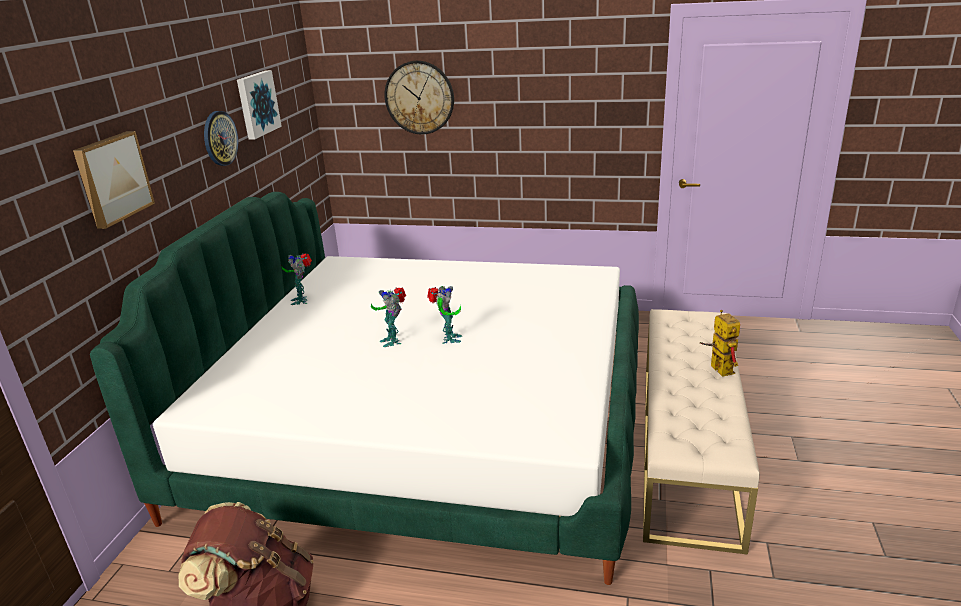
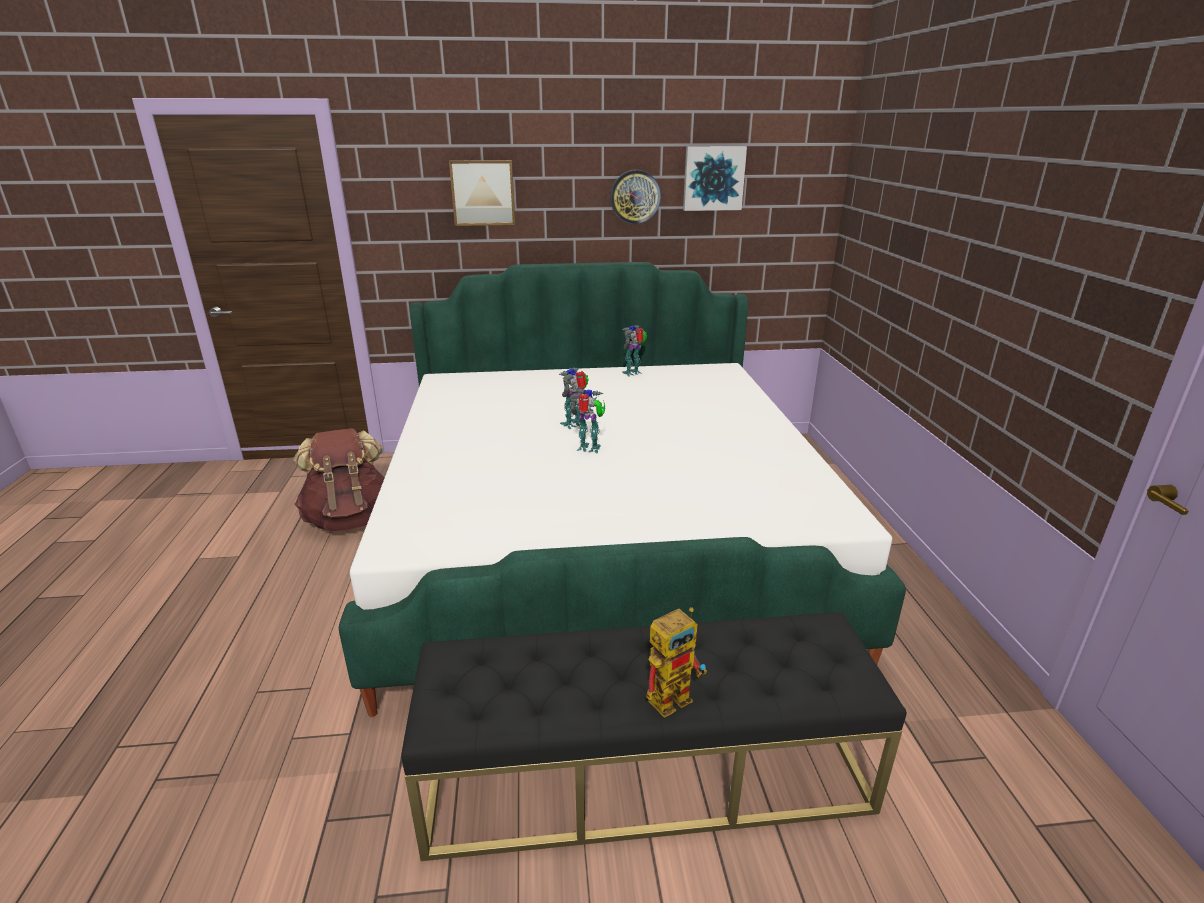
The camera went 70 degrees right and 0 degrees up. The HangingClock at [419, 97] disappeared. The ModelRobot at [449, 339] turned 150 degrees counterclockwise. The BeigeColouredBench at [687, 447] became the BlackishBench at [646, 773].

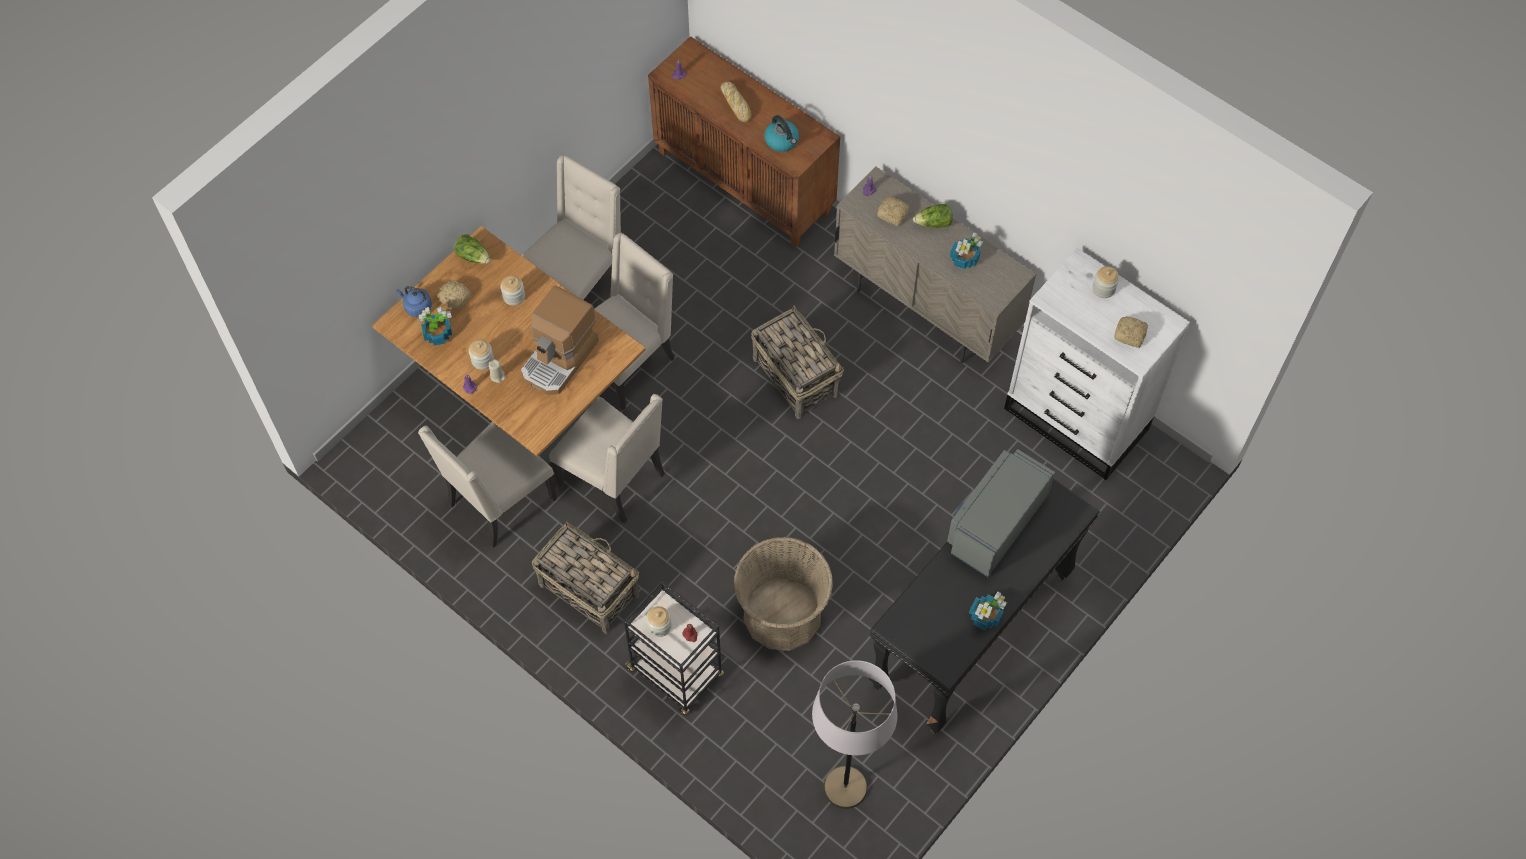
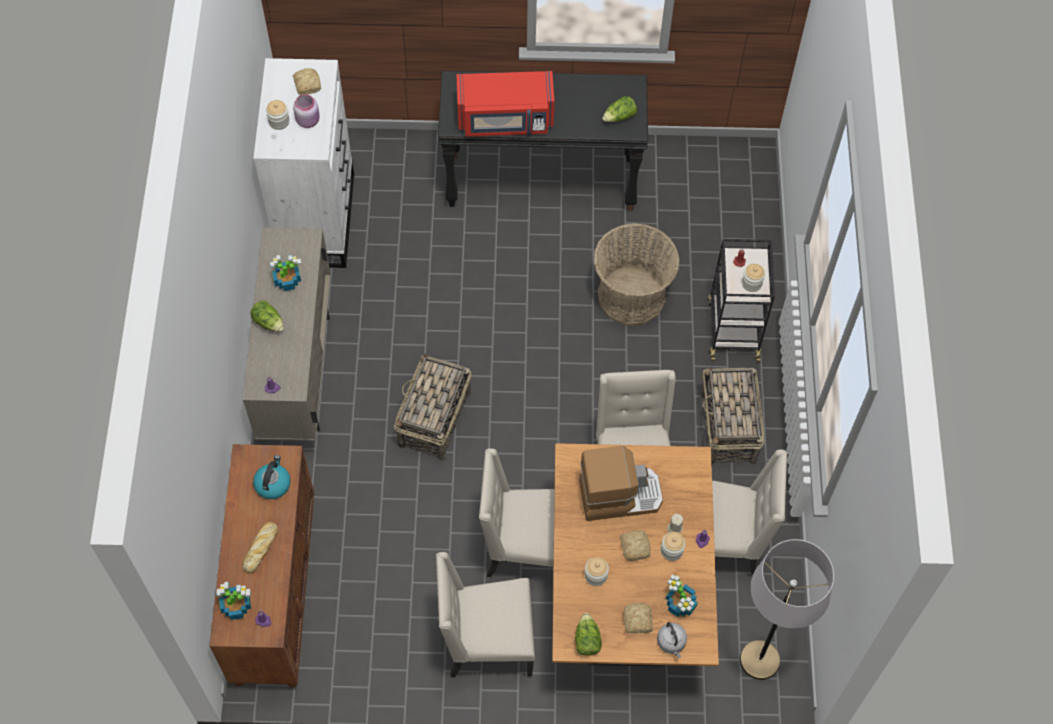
The camera went 130 degrees left and 0 degrees up. The BlueColouredTeaKettle at [417, 307] became the GrayTeaKettle at [671, 643]. The GrayStandardLamp moved from [845, 788] to [759, 660]. The BakeryBread moved from [893, 215] to [635, 546]. The GrayMicrowave at [995, 523] became the ReddishMicrowave at [505, 119]. The PottedPlant moved from [985, 616] to [236, 606]. The PinkJar at [308, 120] appeared. The HeadOfLettuce at [619, 117] appeared.

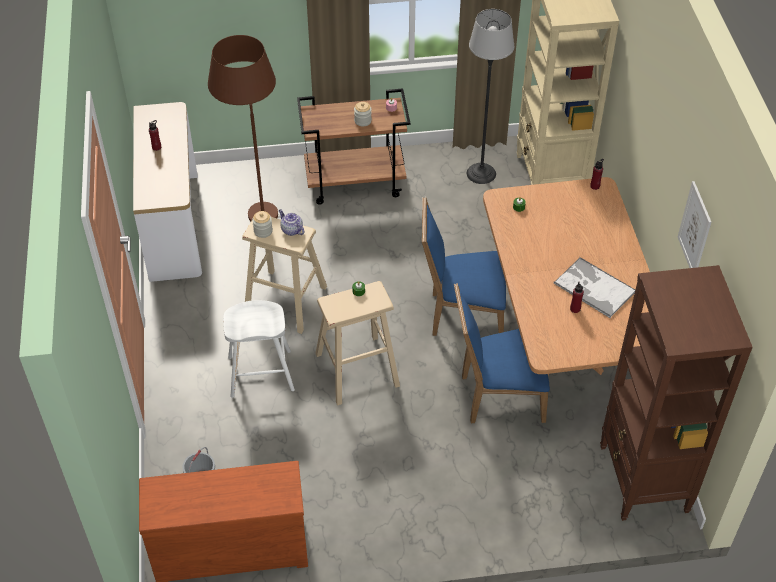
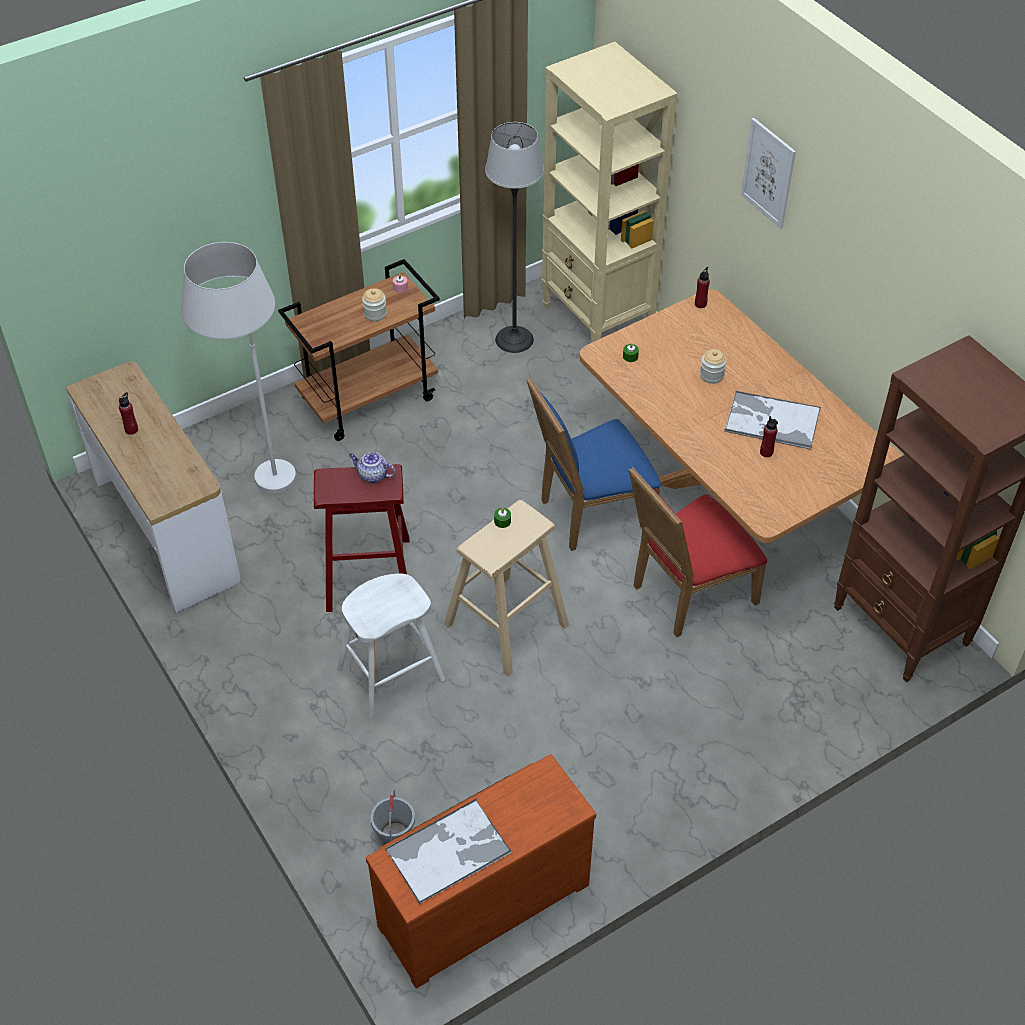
The camera went 25 degrees left and 0 degrees up. The BrownStandardLamp at [256, 204] became the WhitishStandardLamp at [258, 467]. The BeigeColouredStoolSeat at [285, 301] became the ReddishStoolSeat at [368, 574]. The Jar moved from [263, 231] to [711, 375]. The BlueColouredUprightChair at [497, 396] became the ReddishUprightChair at [687, 594]. The WallPicture moved from [695, 229] to [768, 173]. The CarryingTray at [449, 851] appeared.

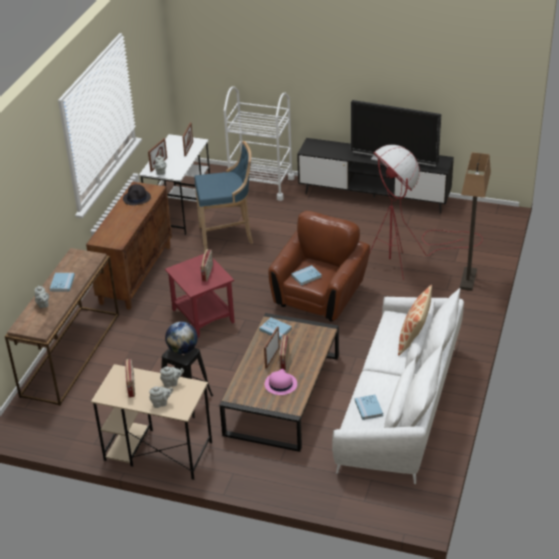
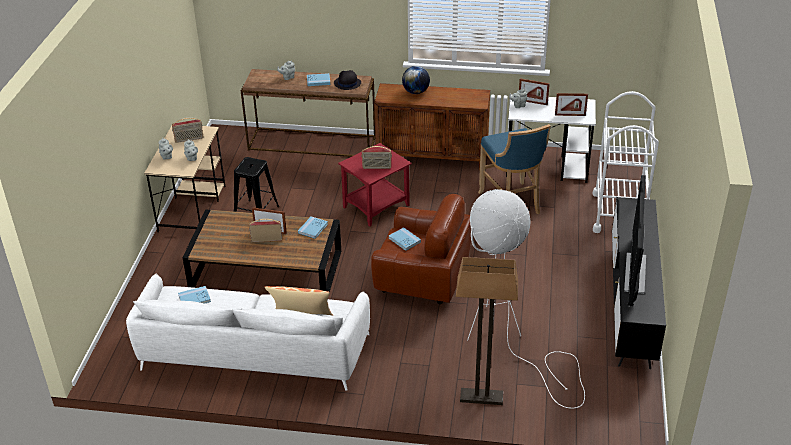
The camera went 80 degrees right and 0 degrees up. The BlackishWearableHat moved from [137, 198] to [347, 83]. The Globe moved from [182, 350] to [416, 92]. The PinkWearableHat at [280, 384] disappeared. The ReddishStandardLamp at [407, 259] became the WhitishStandardLamp at [509, 341].

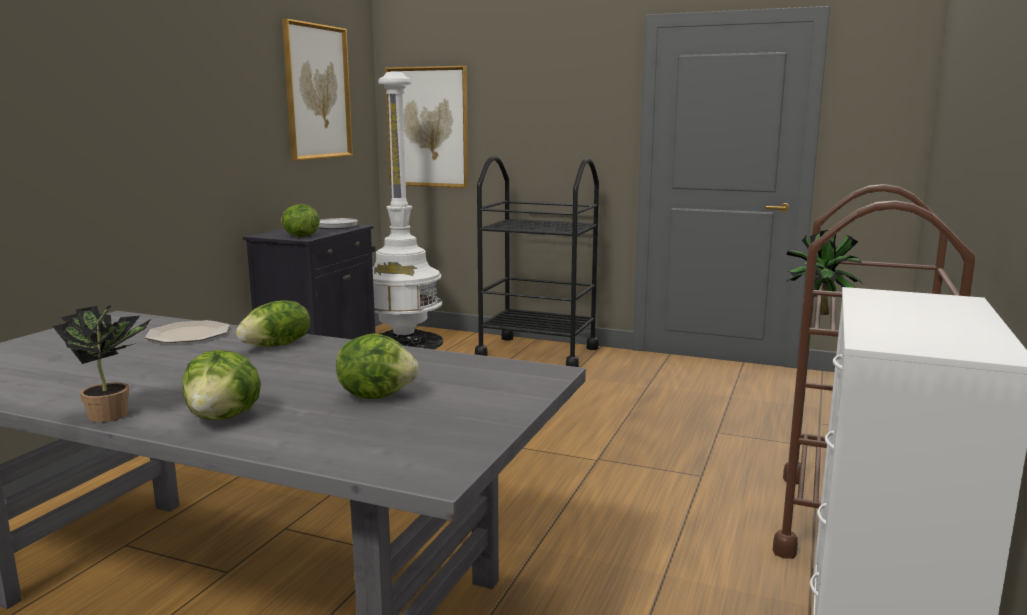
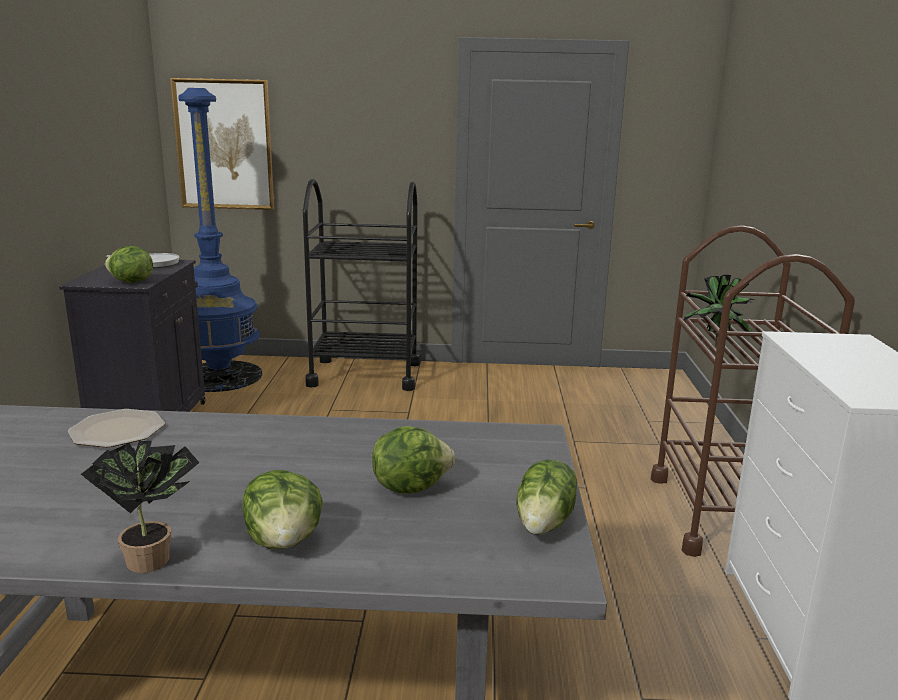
The camera went 20 degrees left and 5 degrees up. The HeadOfLettuce moved from [277, 345] to [545, 522]. The WallPicture at [317, 92] disappeared. The WhitishStandardLamp at [404, 342] became the BlueColouredStandardLamp at [220, 376].

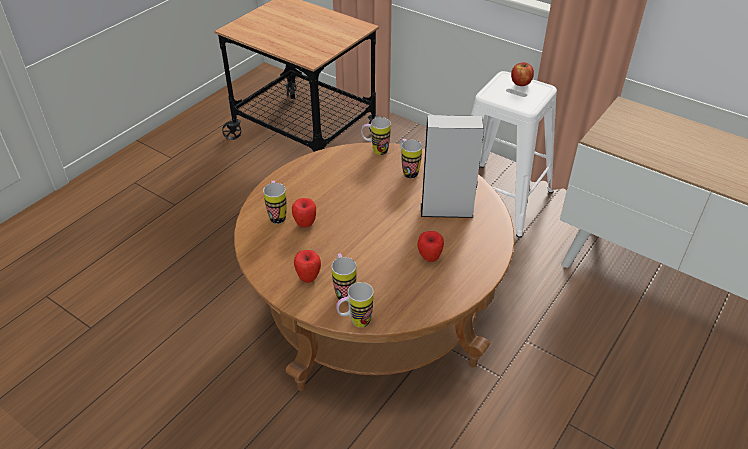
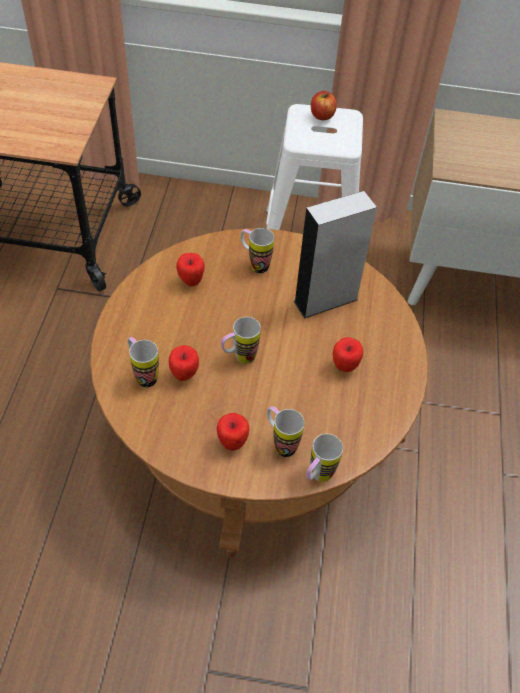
The camera went 30 degrees left and 10 degrees up. The Mug moved from [375, 150] to [239, 358]. The Apple at [191, 282] appeared.

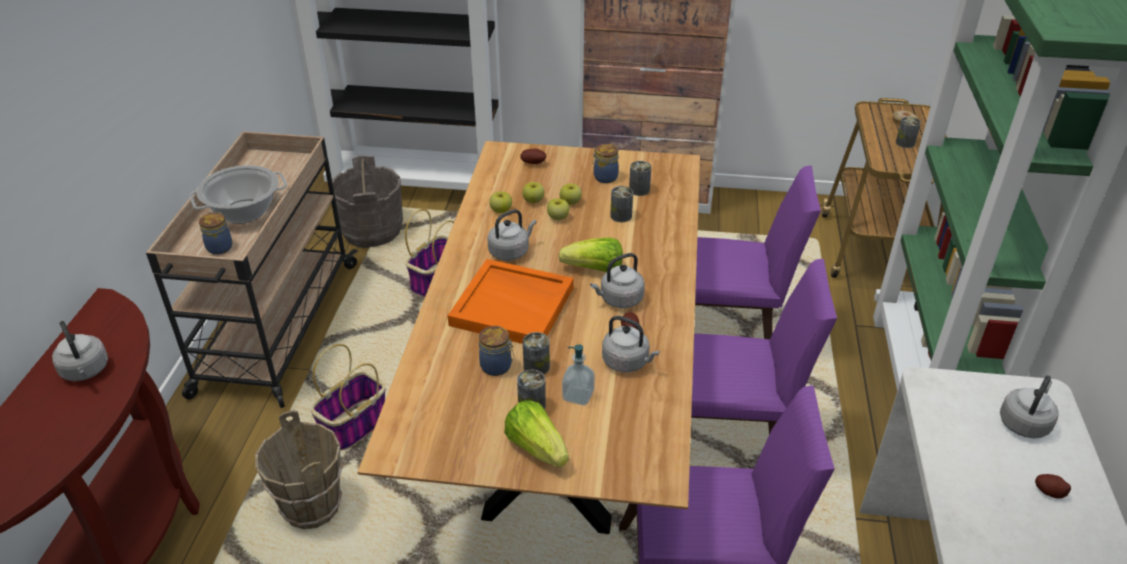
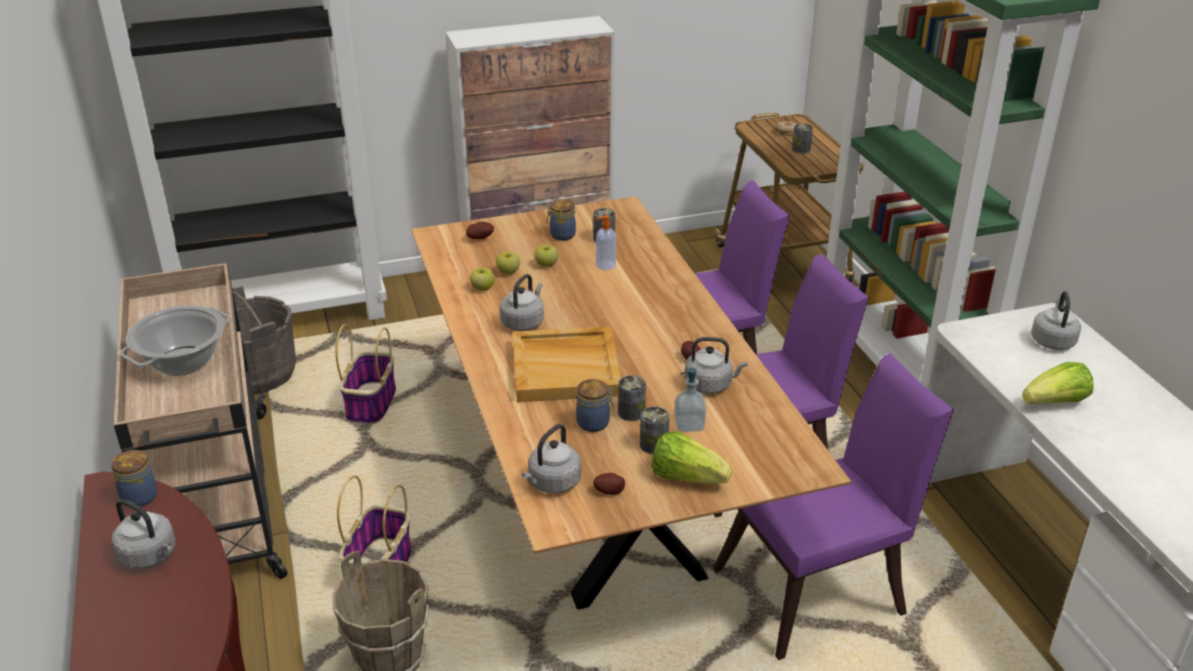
The camera went 25 degrees left and 5 degrees down. The Jar moved from [220, 247] to [139, 496]. The OrangeColouredCarryingTray at [513, 306] became the BeigeColouredCarryingTray at [566, 368]. The Apple at [558, 217] disappeared. The HeadOfLettuce moved from [595, 270] to [1055, 403]. The GrayTeaKettle moved from [619, 300] to [552, 483]. The SealedCan at [621, 216] was replaced by the SoapDispenser at [605, 265]. The Potato moved from [1048, 492] to [608, 491].

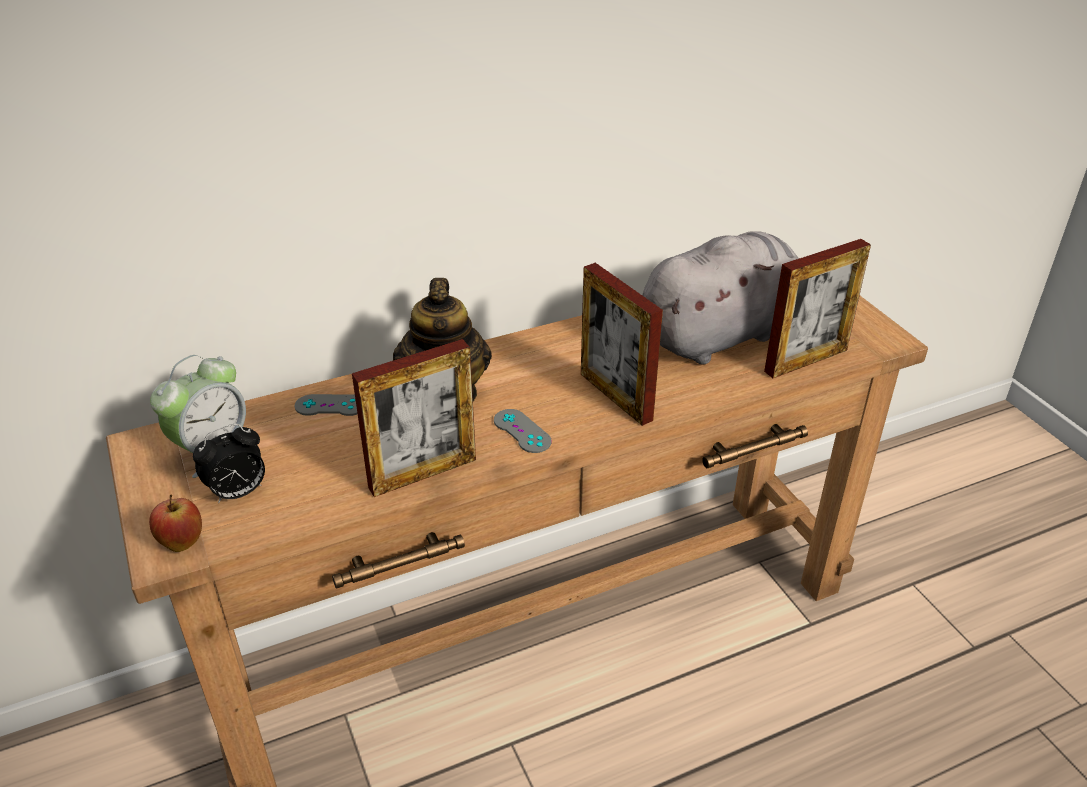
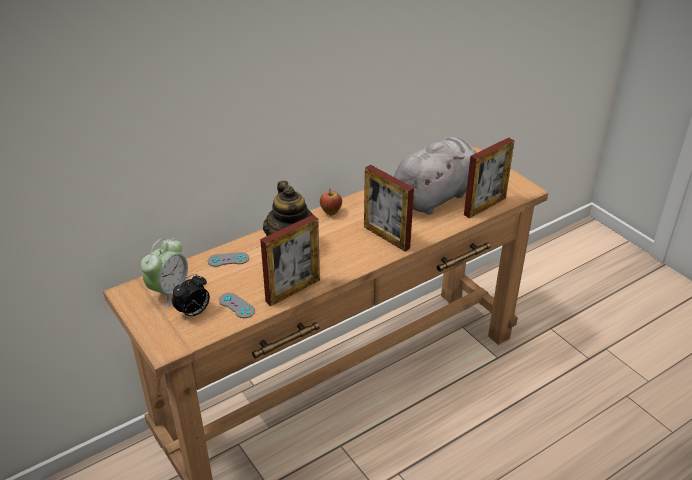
The camera went 10 degrees left and 0 degrees up. The Apple moved from [182, 543] to [330, 212]. The GrayGamepad moved from [522, 431] to [236, 305].

